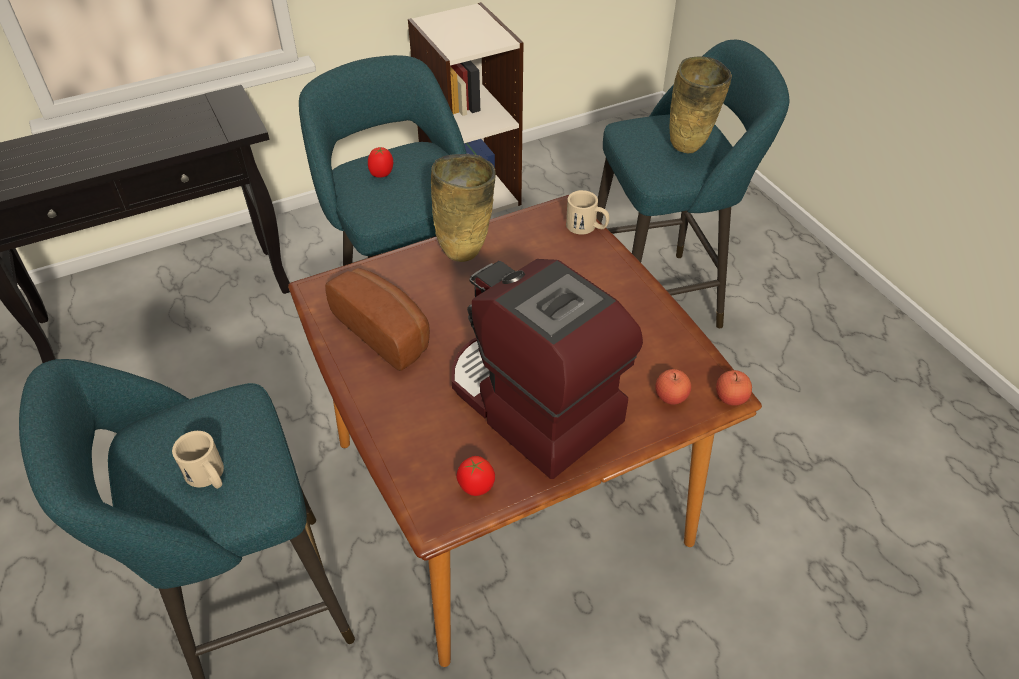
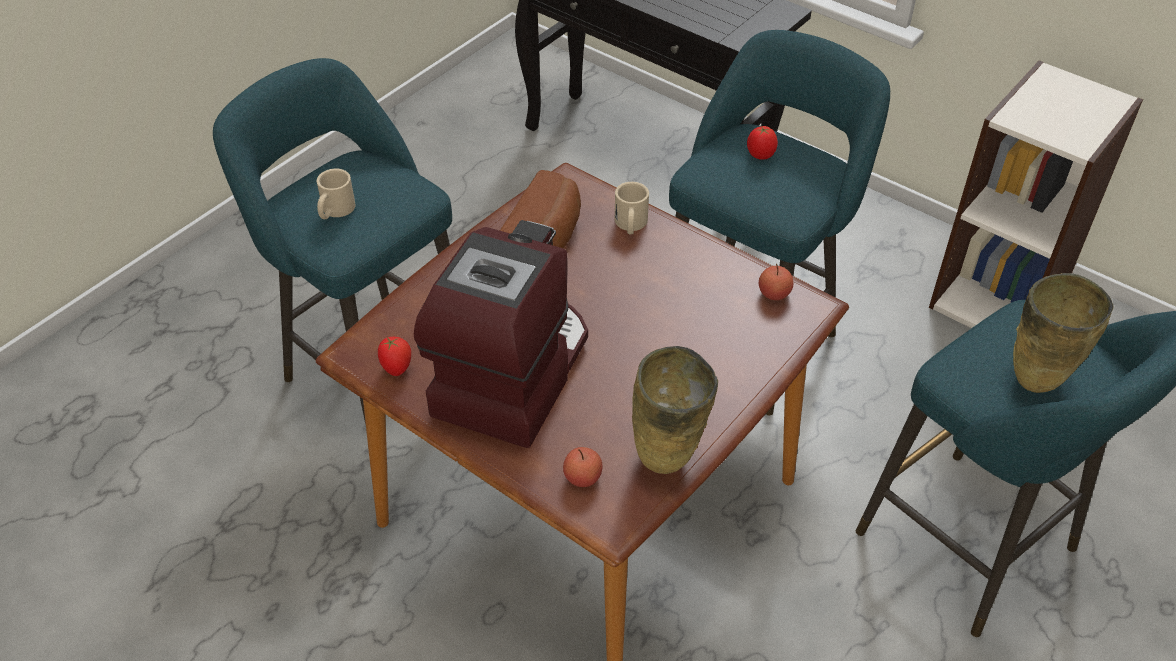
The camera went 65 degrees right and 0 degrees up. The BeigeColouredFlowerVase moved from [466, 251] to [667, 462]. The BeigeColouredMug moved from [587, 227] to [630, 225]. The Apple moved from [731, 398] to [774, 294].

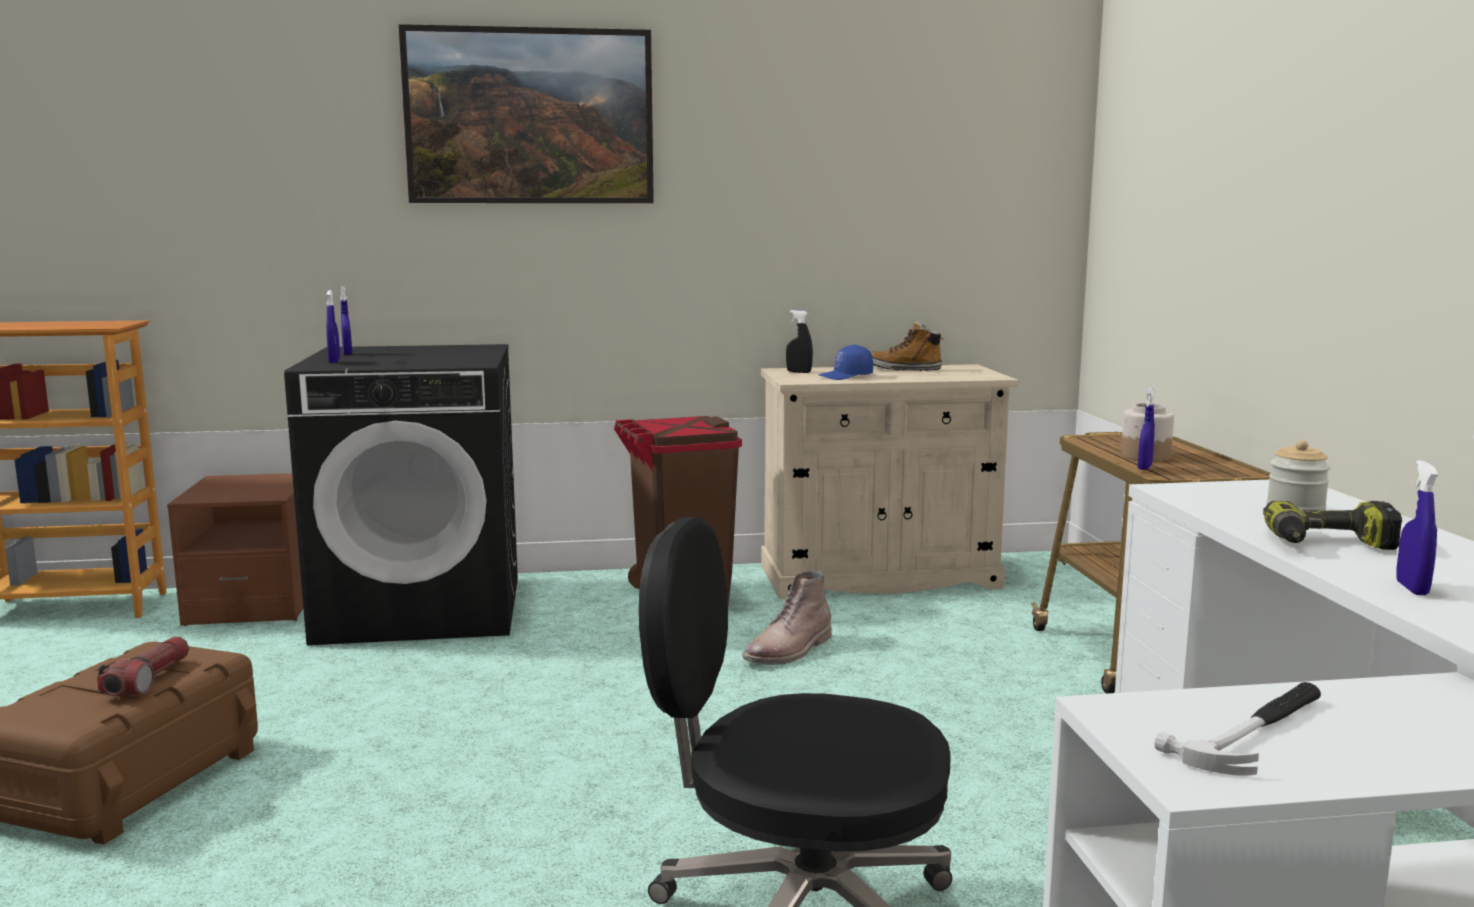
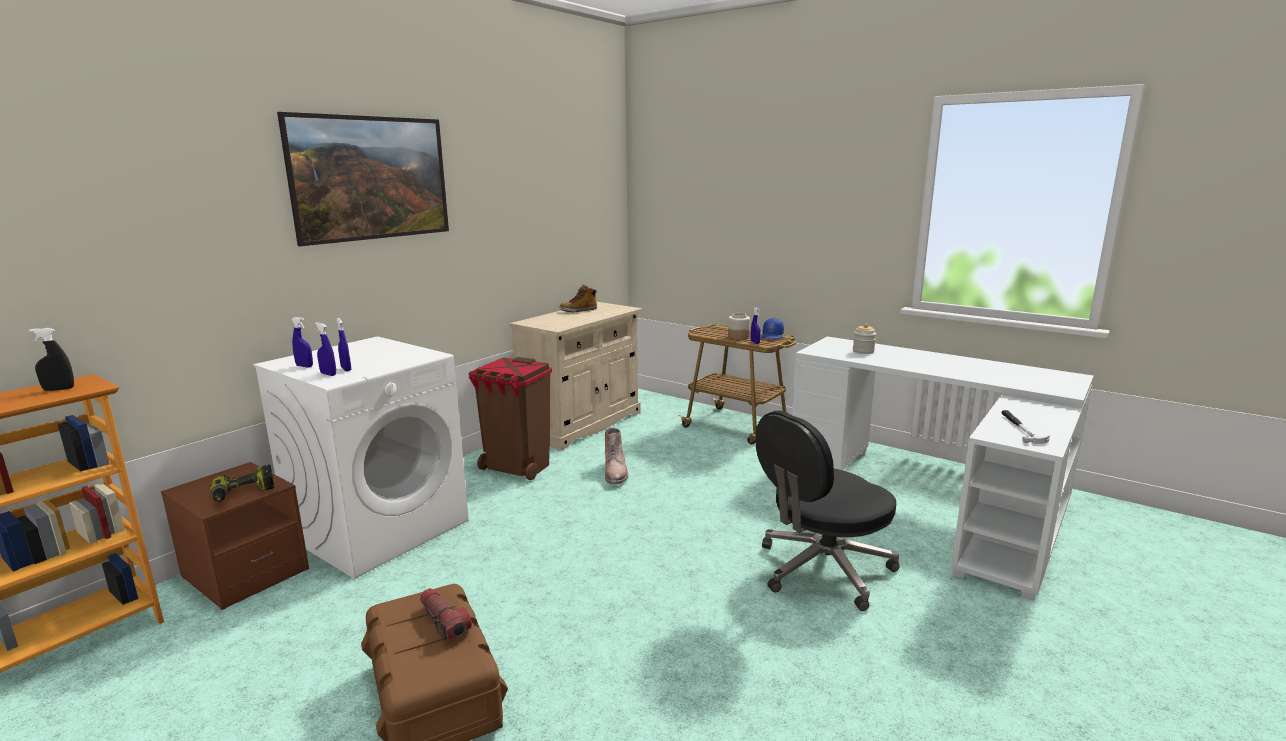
The camera went 45 degrees left and 5 degrees up. The BlackishWashingMachine at [423, 609] became the WhitishWashingMachine at [380, 528]. The BlackishSprayer moved from [799, 372] to [59, 389]. The BlueColouredCap moved from [846, 377] to [772, 336]. The Drill moved from [1329, 544] to [243, 493]. The BlueColouredSprayer moved from [1412, 588] to [346, 369].

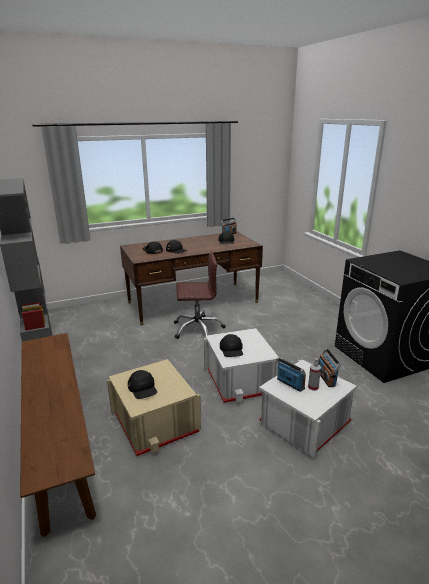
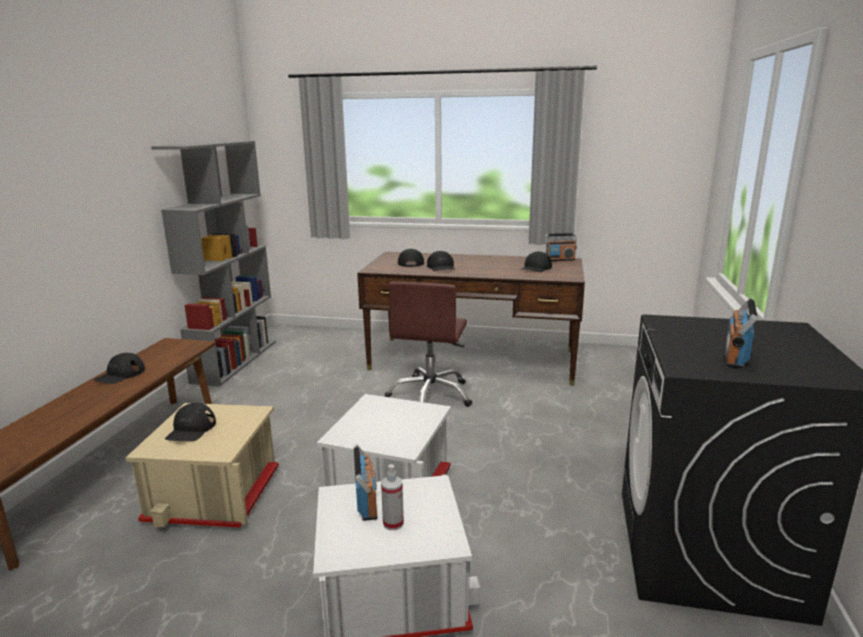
The camera went 35 degrees right and 5 degrees down. The BrownDeskChair at [197, 329] turned 75 degrees clockwise. The BlackishCap moved from [231, 349] to [120, 375]. The Radio moved from [326, 378] to [735, 357].

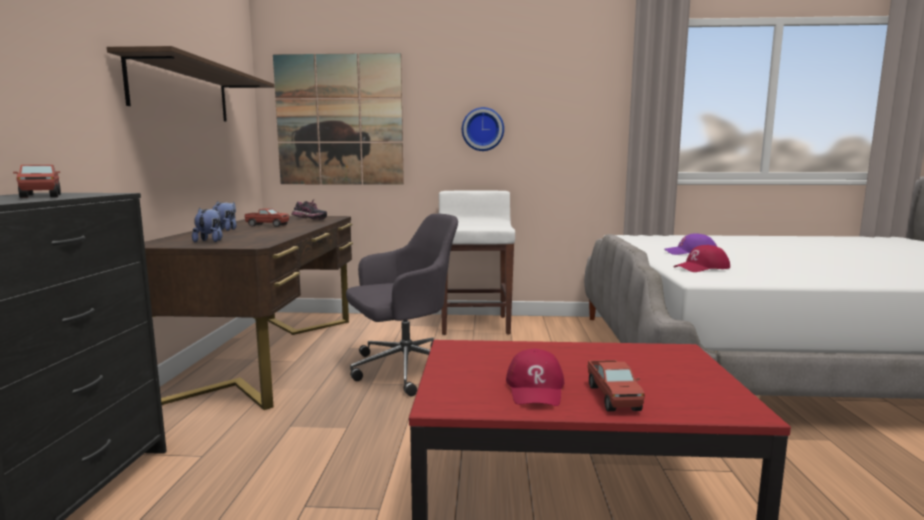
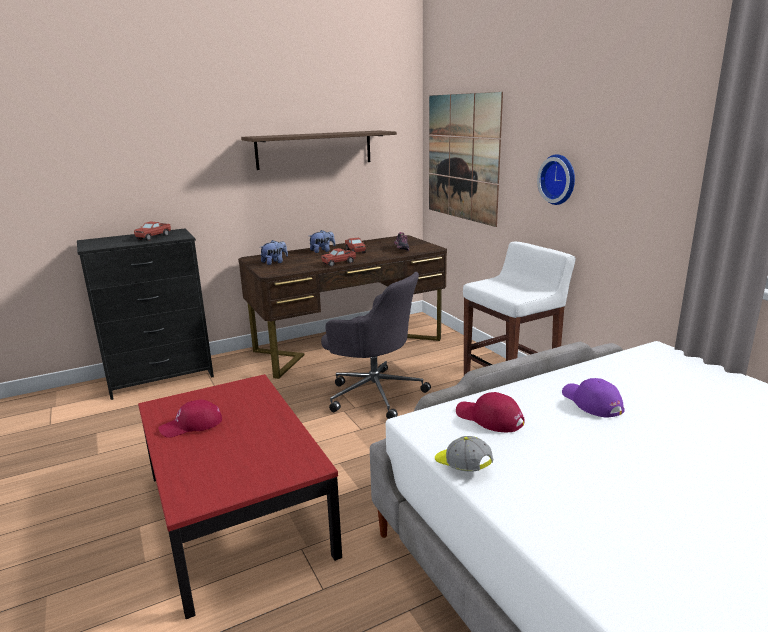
The camera went 60 degrees right and 10 degrees up. The ModelTruck moved from [613, 397] to [339, 263]. The Cap at [462, 466] appeared.

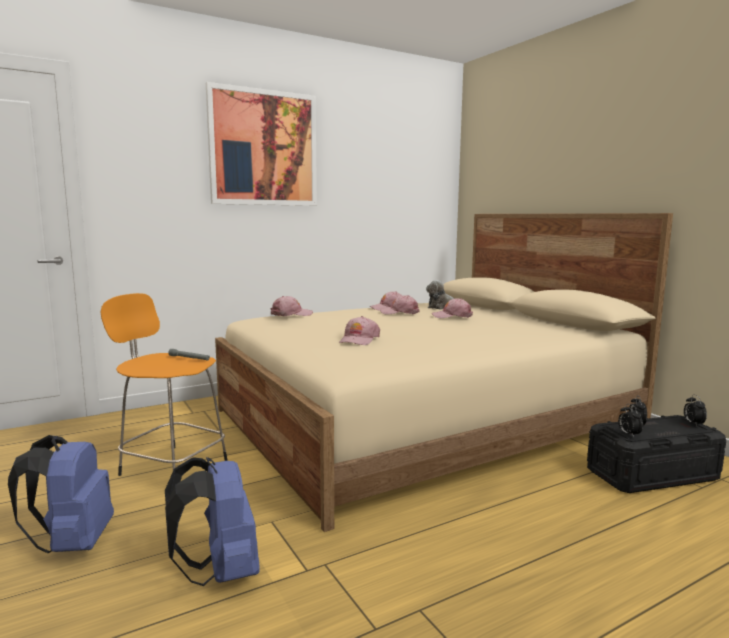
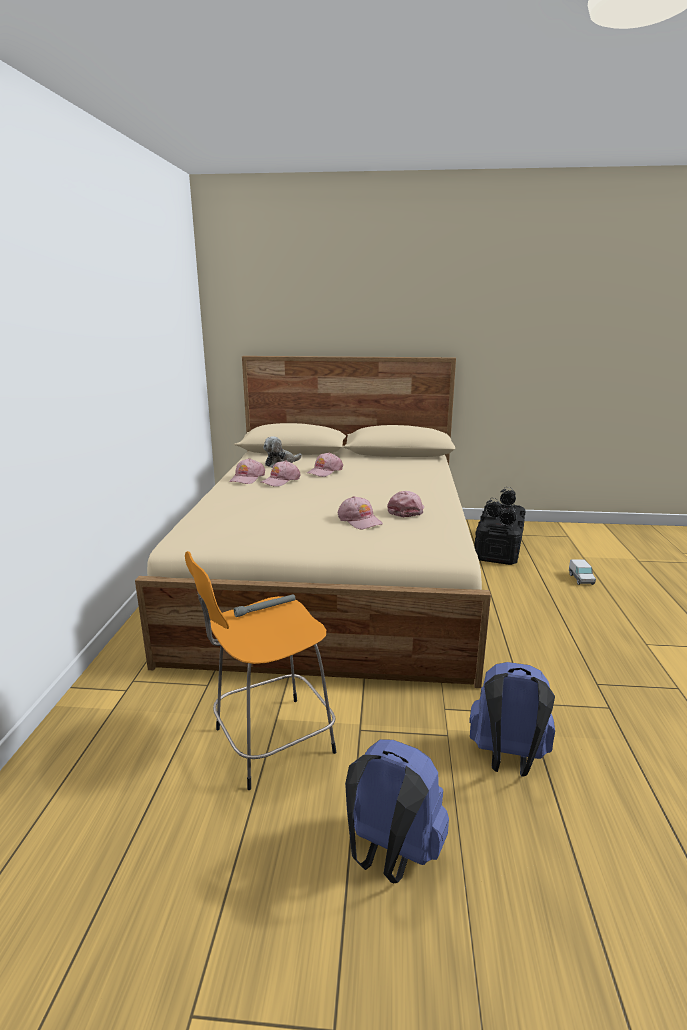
The camera went 55 degrees left and 10 degrees up. The WallPicture at [263, 148] disappeared. The PinkCap moved from [291, 314] to [406, 510]. The ModelTruck at [581, 579] appeared.

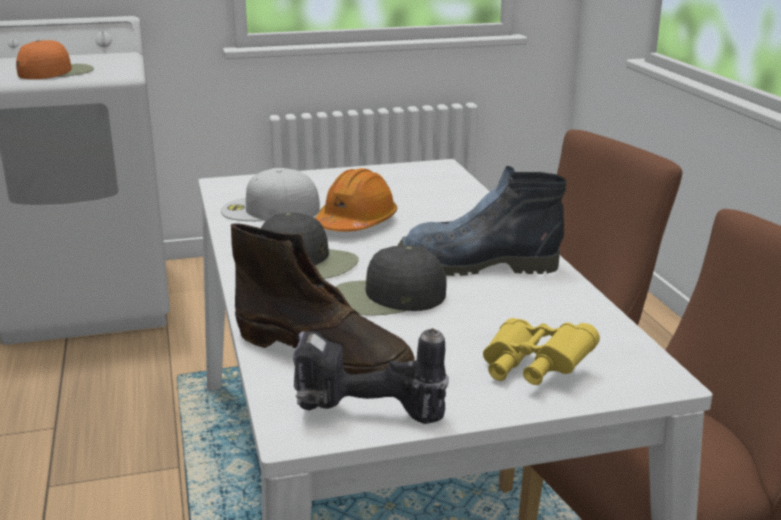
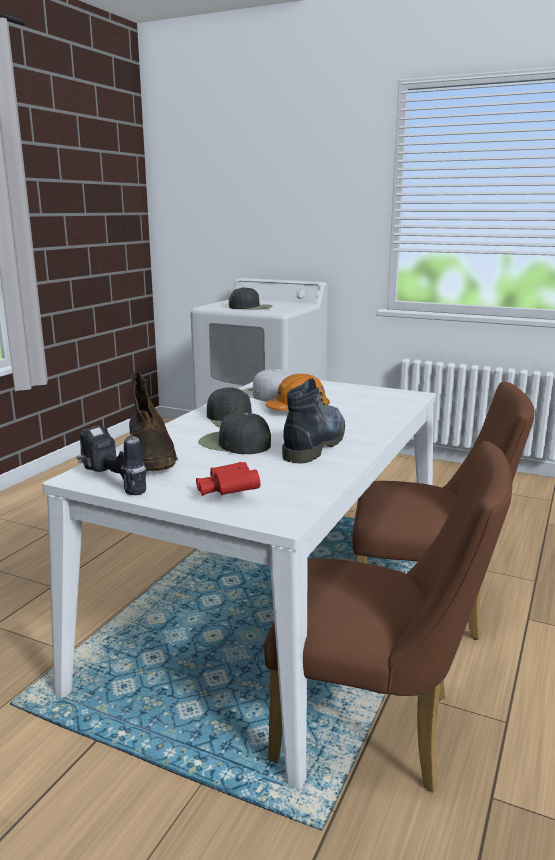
The camera went 40 degrees right and 5 degrees down. The OrangeColouredCap at [56, 72] became the BlackishCap at [251, 307]. The HighTopBoot at [475, 265] turned 75 degrees clockwise. The YellowishFieldGlasses at [532, 370] became the ReddishFieldGlasses at [227, 493].

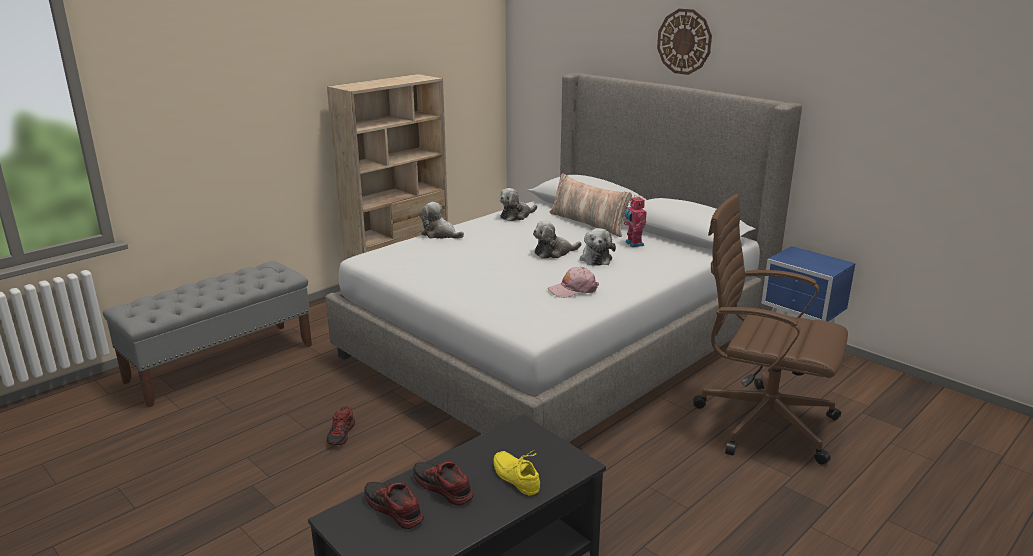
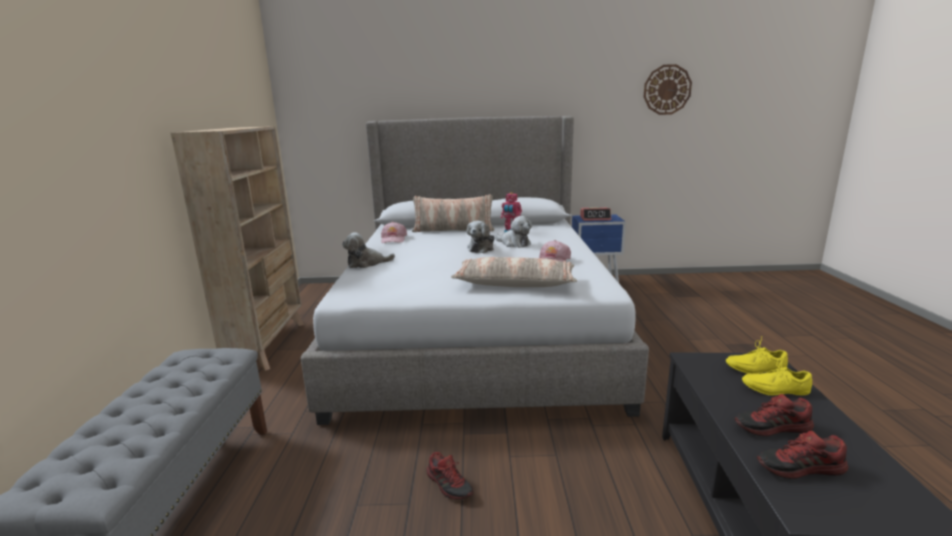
The camera went 45 degrees left and 5 degrees down. The SoftToy at [516, 216] was replaced by the PinkCap at [393, 239]. The HangingClock moved from [684, 41] to [667, 90]. The BrownDeskChair at [761, 422] disappeared. The Cushion at [515, 283] appeared. The TableClock at [595, 218] appeared. The YellowishShoe at [754, 368] appeared.

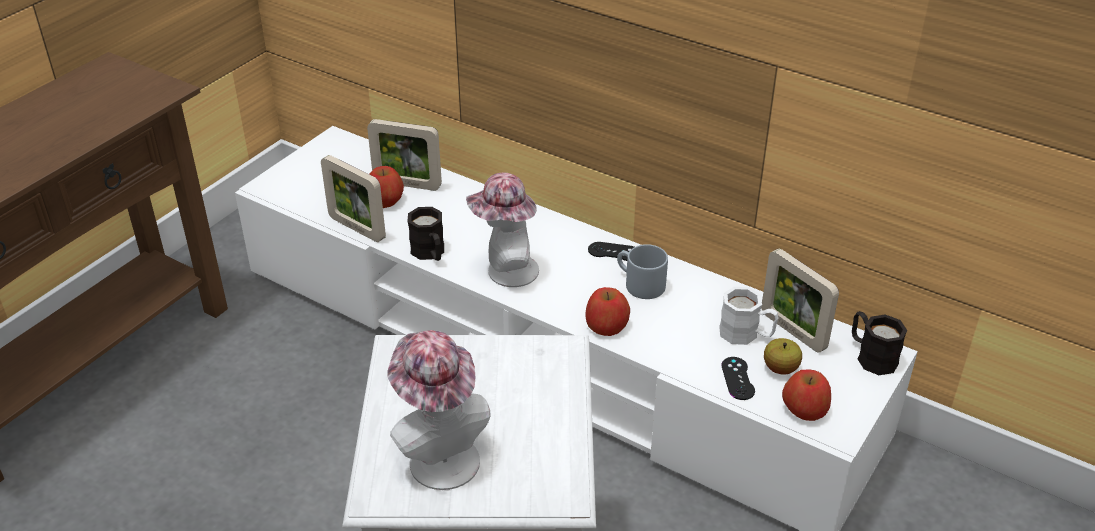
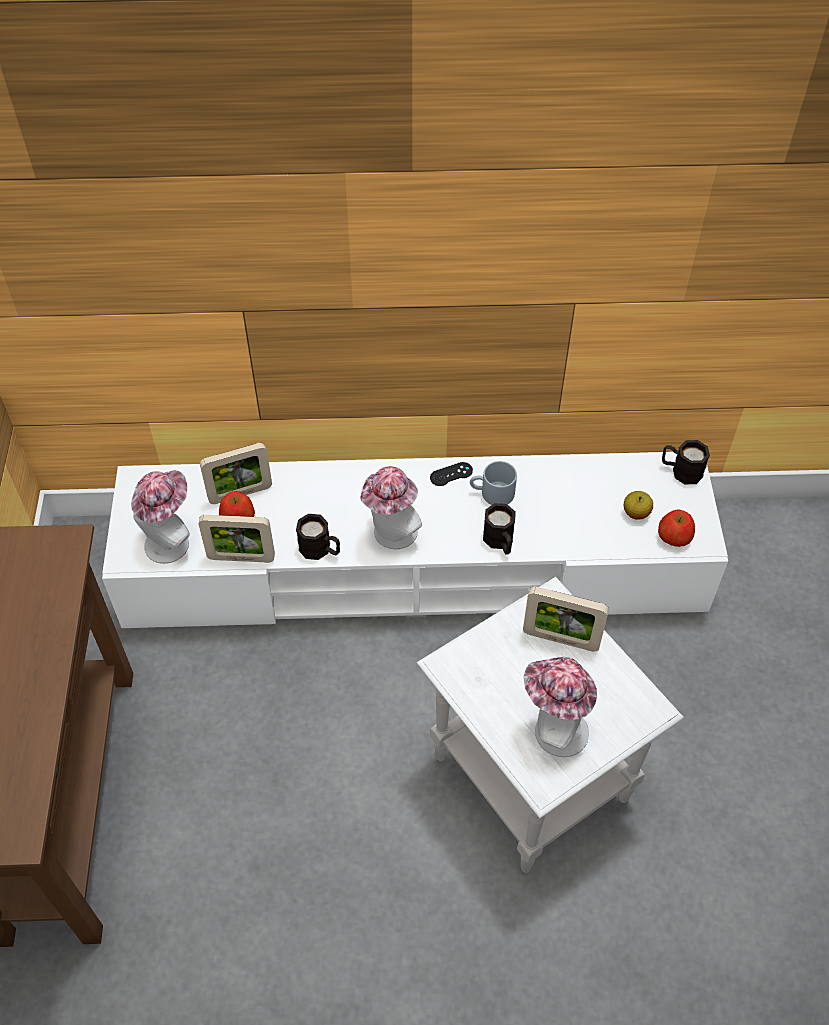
The camera went 35 degrees left and 15 degrees up. The Apple at [606, 325] was replaced by the BlackishMug at [500, 542]. The WhitishMug at [746, 334] disappeared. The BlackishGamepad at [738, 378] disappeared. The PhotoFrame moved from [793, 331] to [560, 639]. The WearableHat at [170, 540] appeared.

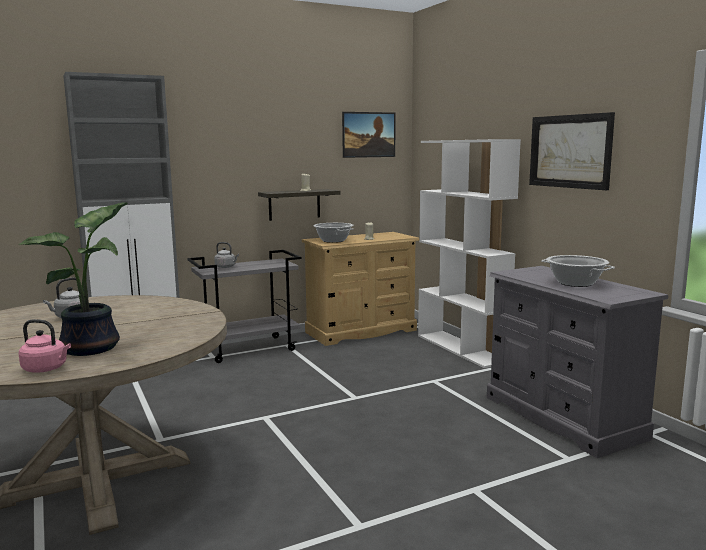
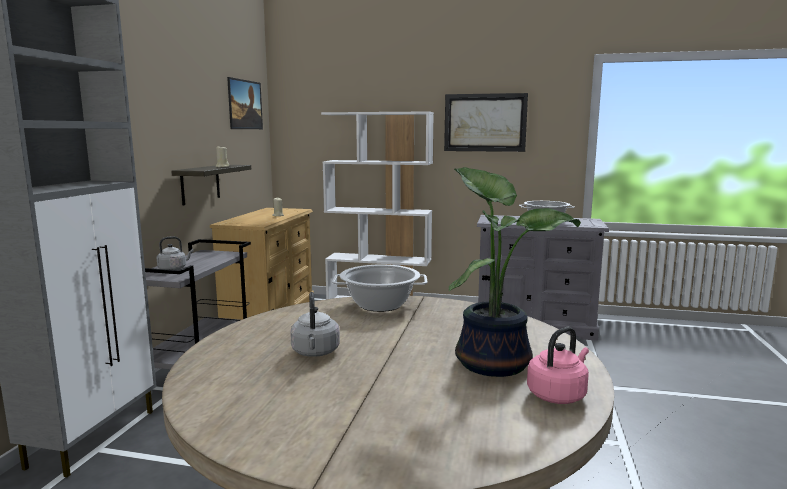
The camera went 50 degrees left and 0 degrees up. The Saucepot moved from [333, 241] to [380, 304].

